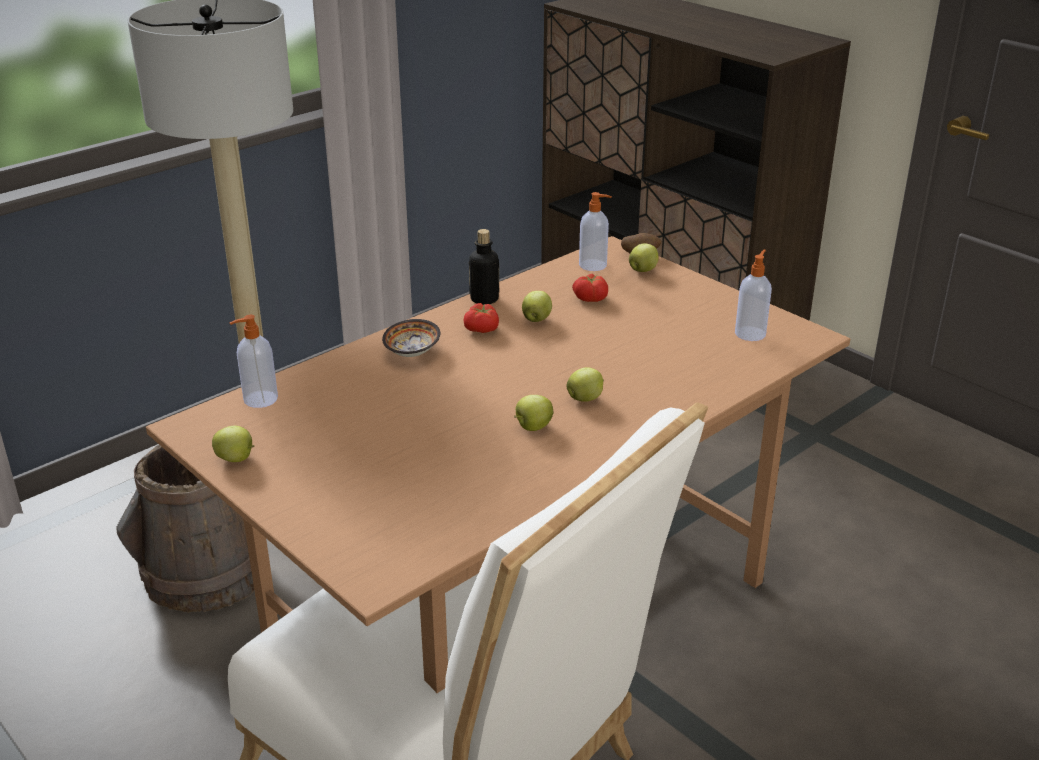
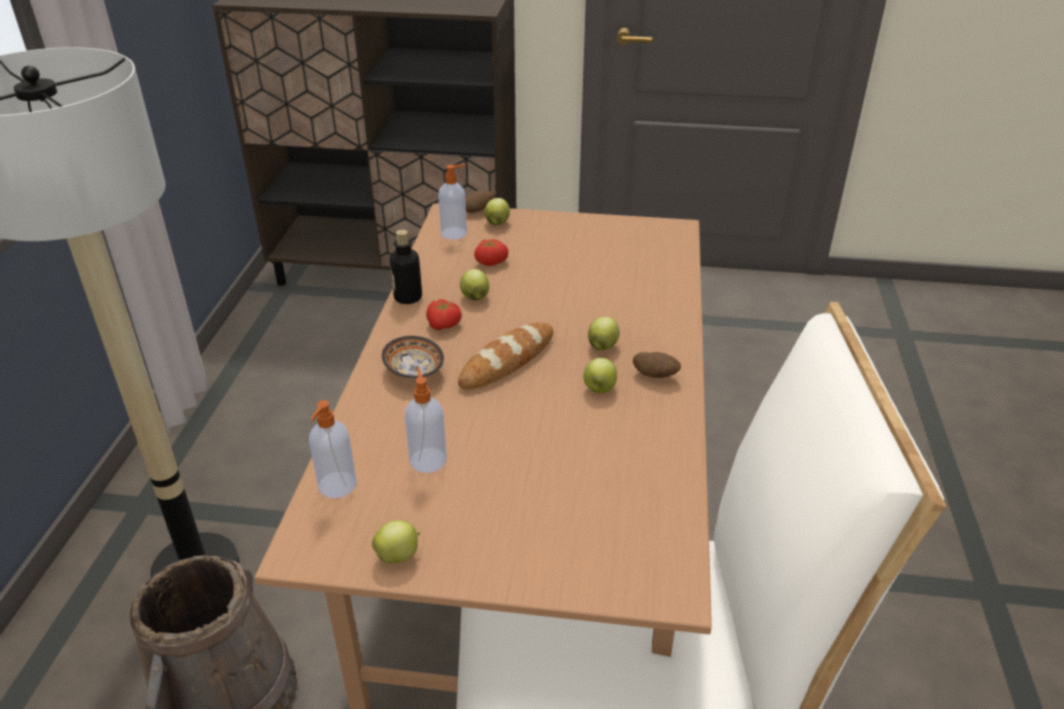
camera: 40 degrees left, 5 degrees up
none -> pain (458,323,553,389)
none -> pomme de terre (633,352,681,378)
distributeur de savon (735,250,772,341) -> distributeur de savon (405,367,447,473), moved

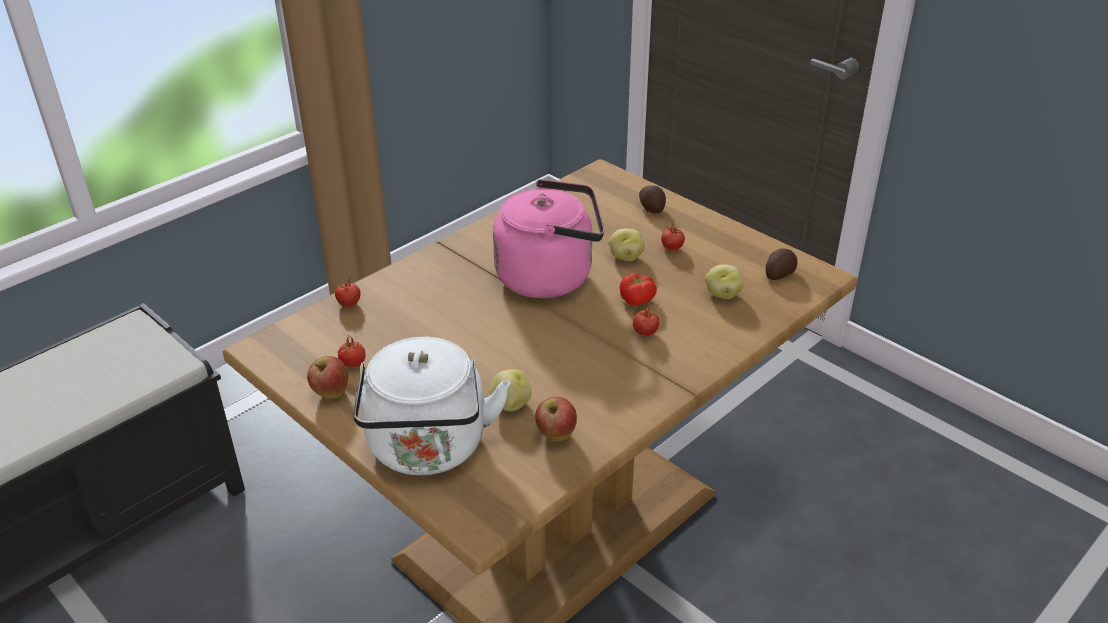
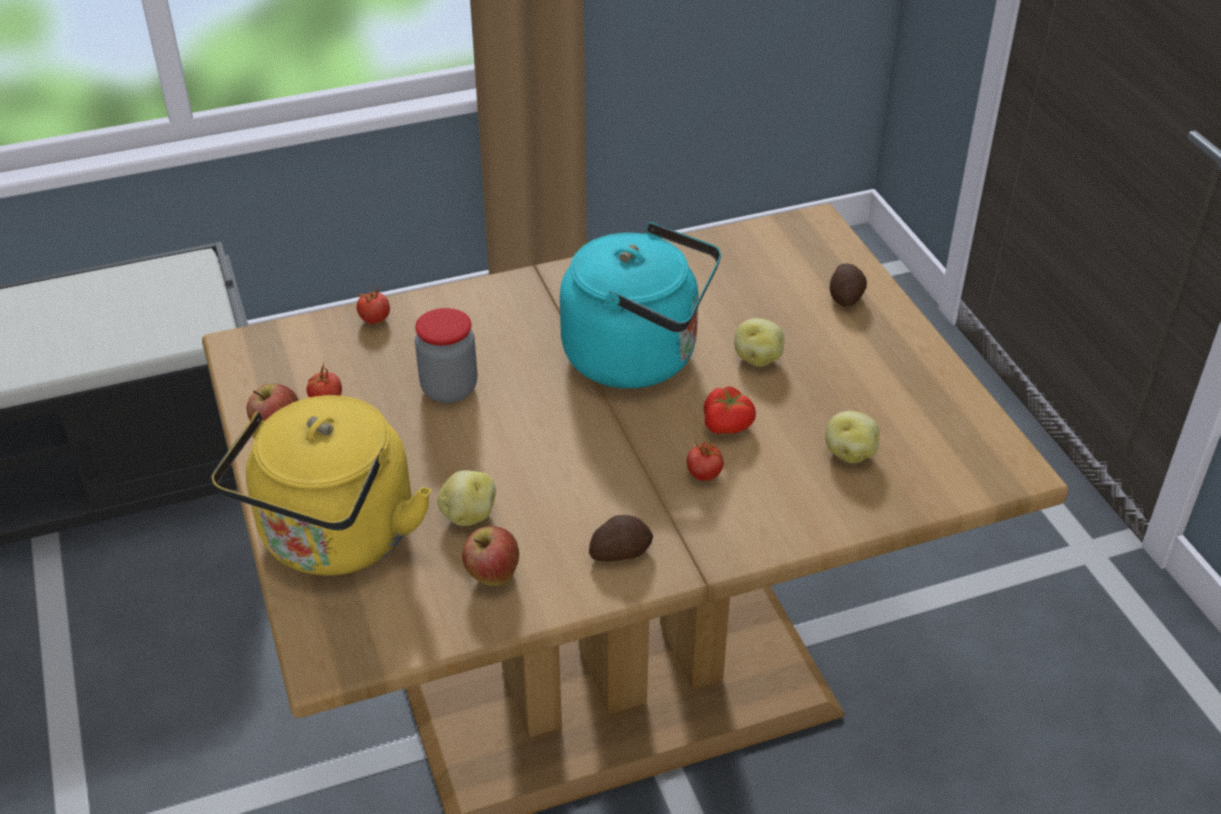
camera: 25 degrees right, 5 degrees up
tomate (661,223,685,251) -> none
none -> bocal (415,308,477,403)
pomme de terre (766,248,798,280) -> pomme de terre (589,515,653,562), moved
bouilloire/blanc (353,337,510,475) -> bouilloire/jaune (211,395,431,576)
bouilloire/rose (493,179,604,298) -> bouilloire/turquoise (560,222,721,388)

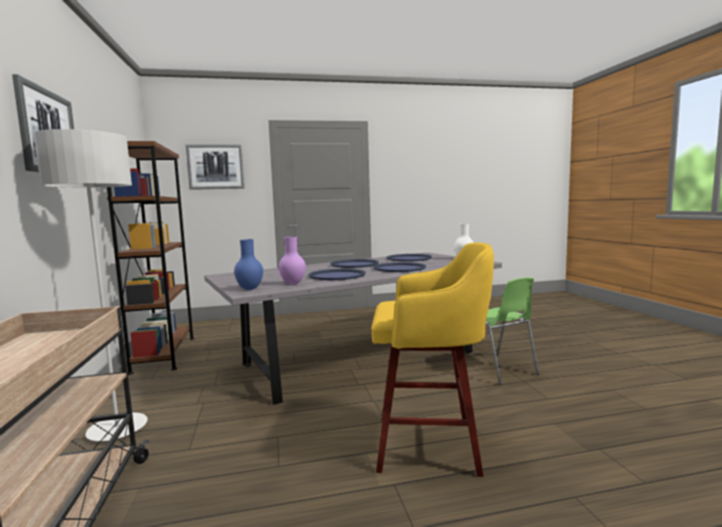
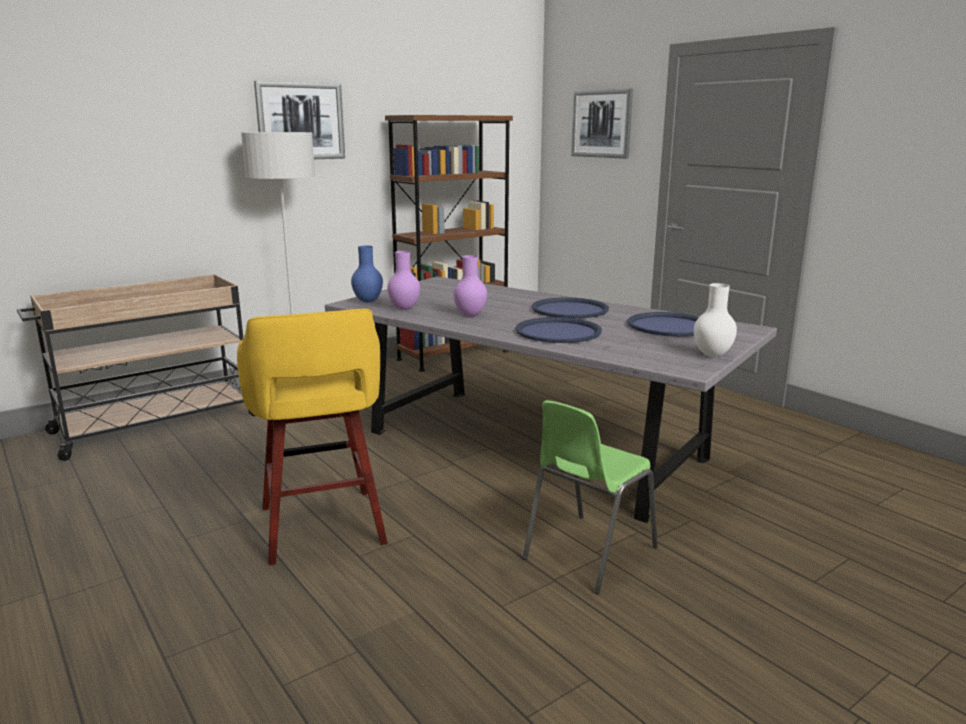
camera: 65 degrees right, 10 degrees up
plateau/bleu (308,269,366,280) -> vase/violet (453,255,487,317)

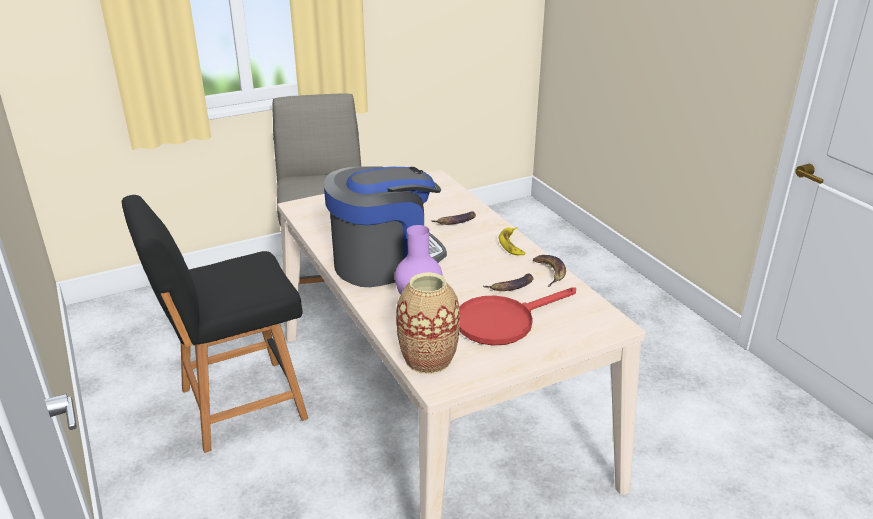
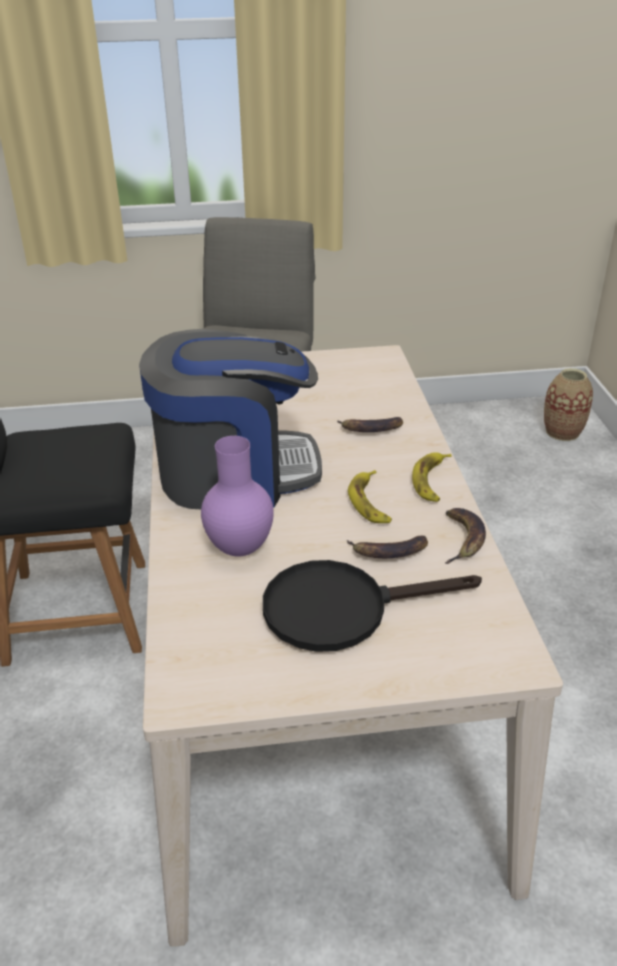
camera: 20 degrees right, 5 degrees up
none -> banane (348,470,392,523)
vase (396,272,460,374) -> vase (544,368,593,441), moved
poêle/rouge (459,288,576,345) -> poêle/noir (263,560,482,652)

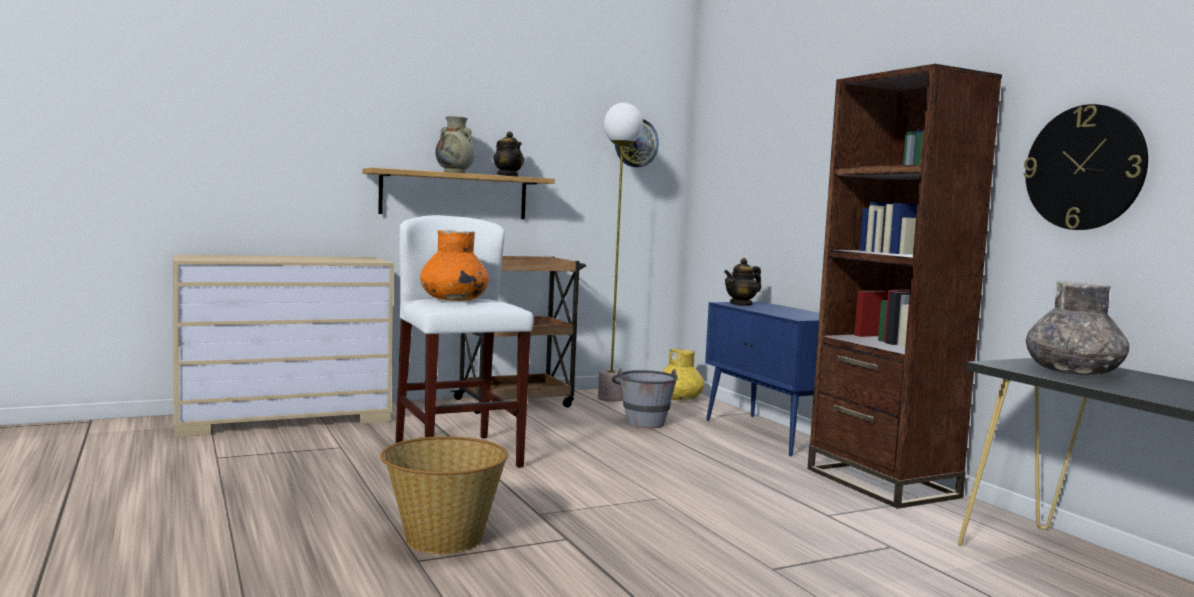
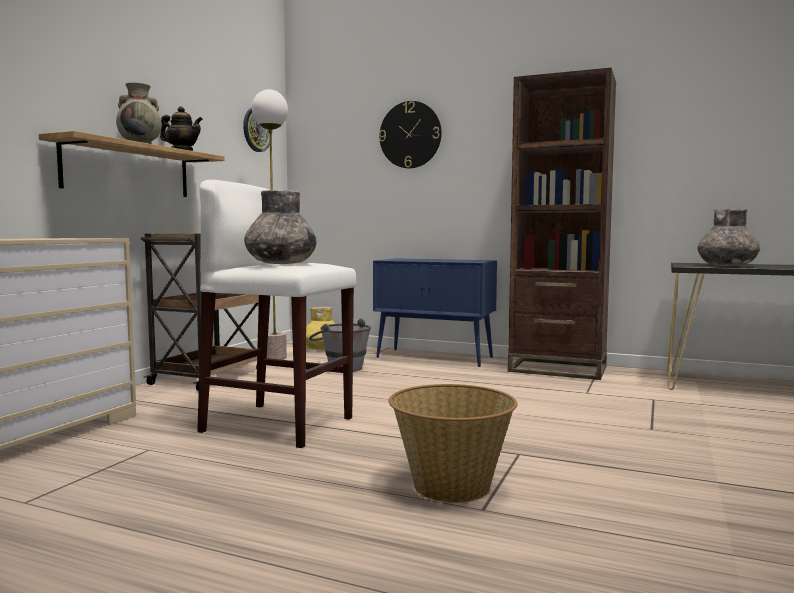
camera: 40 degrees left, 0 degrees up
théière (724,258,761,306) -> none
horloge murale (1024,104,1148,230) -> horloge murale (379,101,442,168), moved
vase/orange (420,230,489,301) -> vase/gris (244,190,317,264)

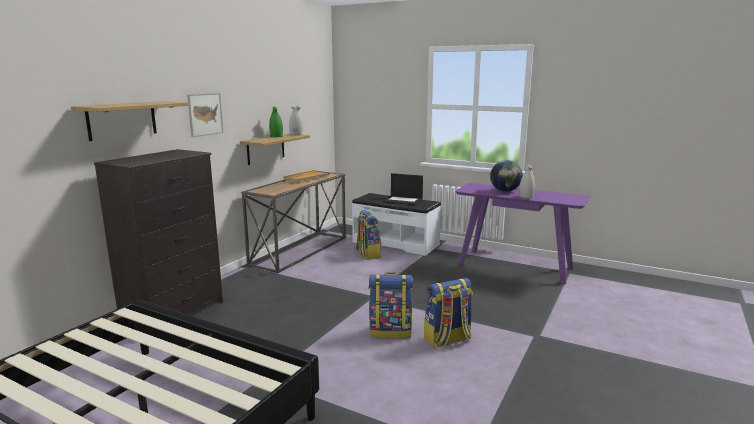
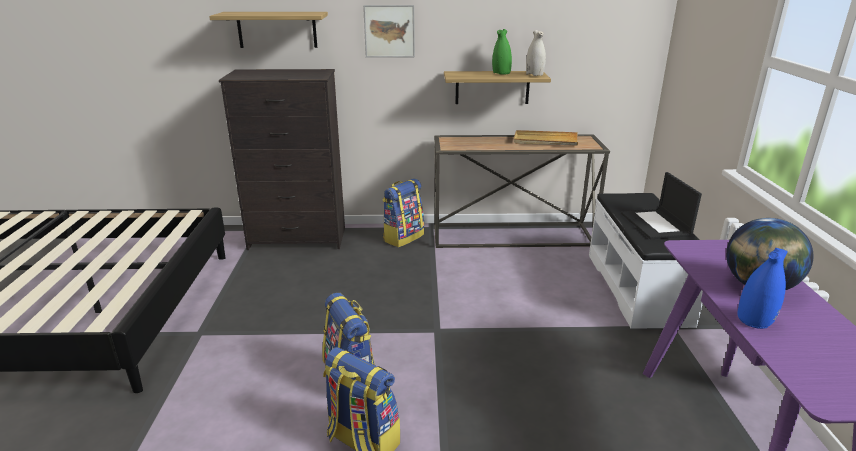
camera: 60 degrees right, 10 degrees up
sac à dos (355,210,381,260) -> sac à dos (382,178,424,247), moved
vase/blanc (520,165,535,199) -> vase/bleu (737,248,788,329)

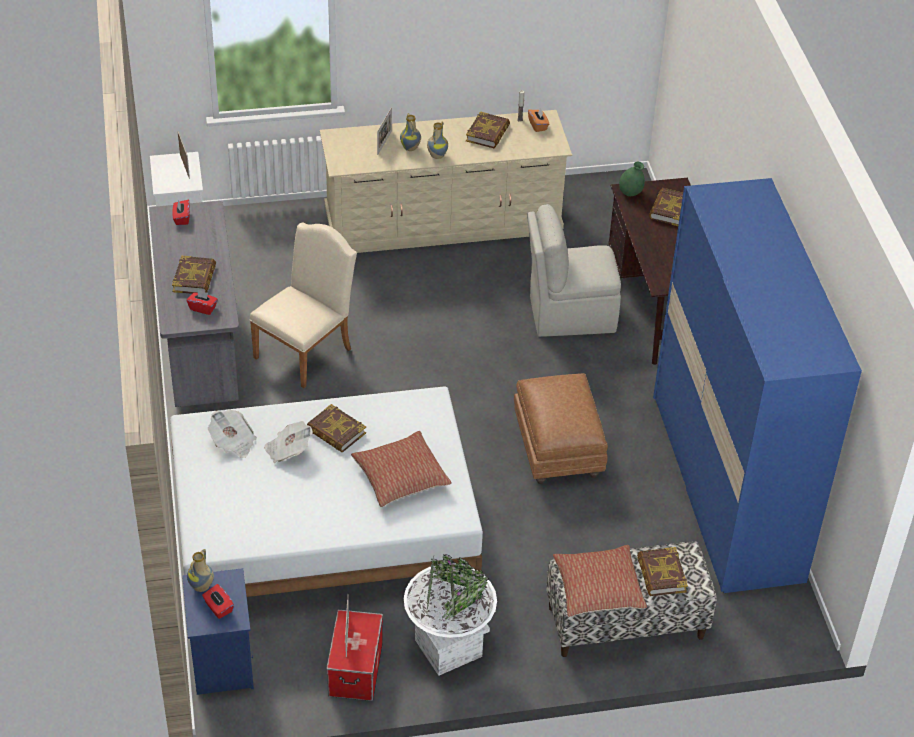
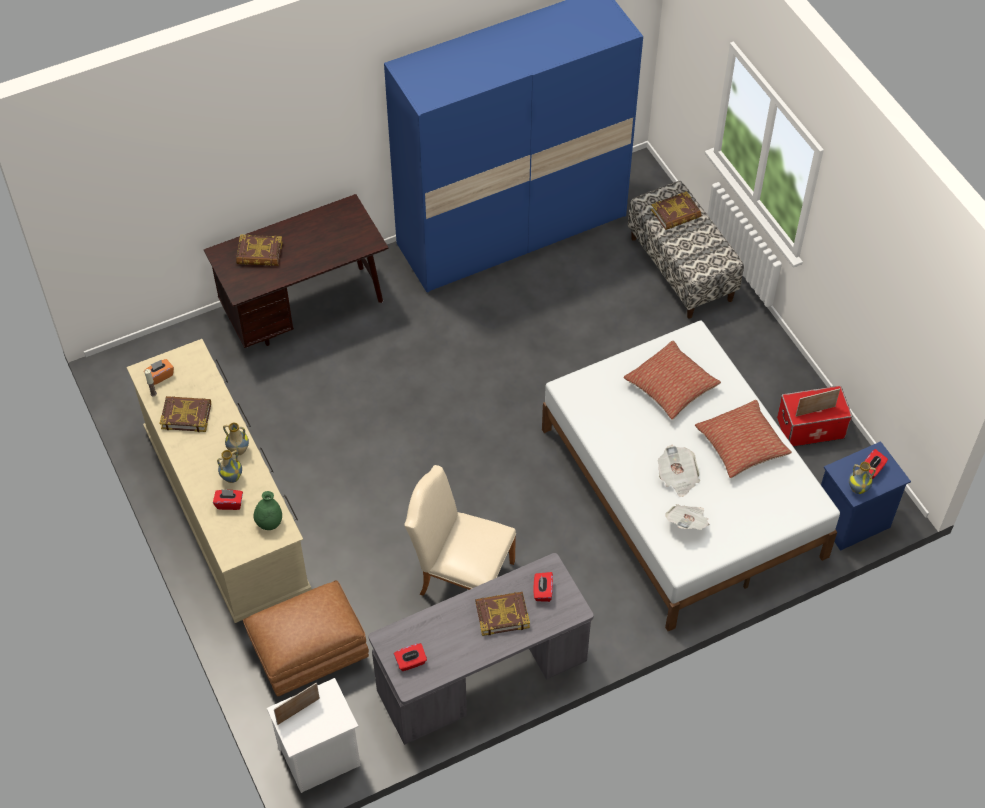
camera: 105 degrees left, 10 degrees up
livre (307,404,366,453) -> none
cache-pot/blanc (404,554,497,676) -> none
chaise/beige (527,204,621,337) -> none
pouf/marron (514,373,608,484) -> pouf/marron (243,580,369,697), moved
coussin (553,545,647,617) -> coussin (695,400,792,478), moved
vase/vert (619,161,645,196) -> vase/vert (253,491,282,530), moved
cadre photo (377,108,392,155) -> boîte à mouchoirs/rouge (213,489,243,510)

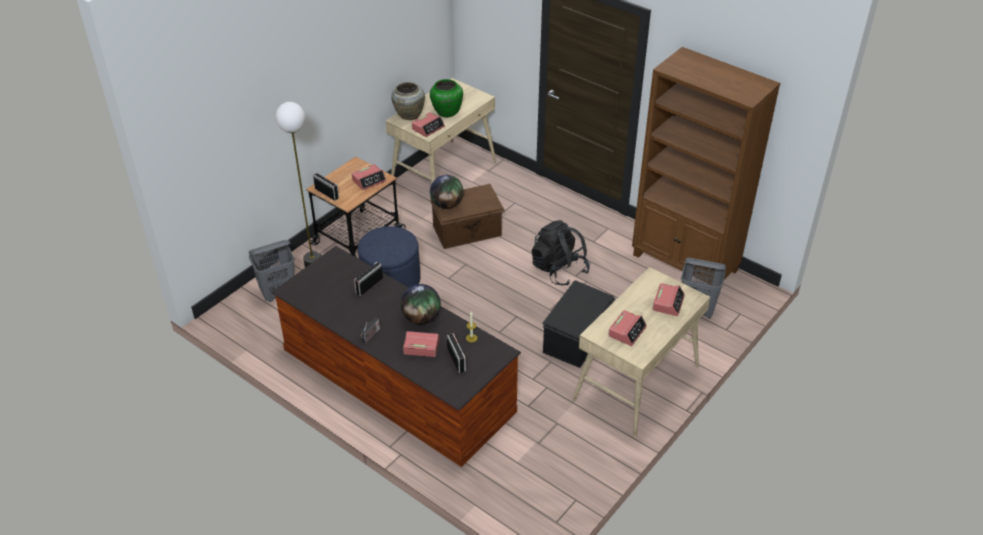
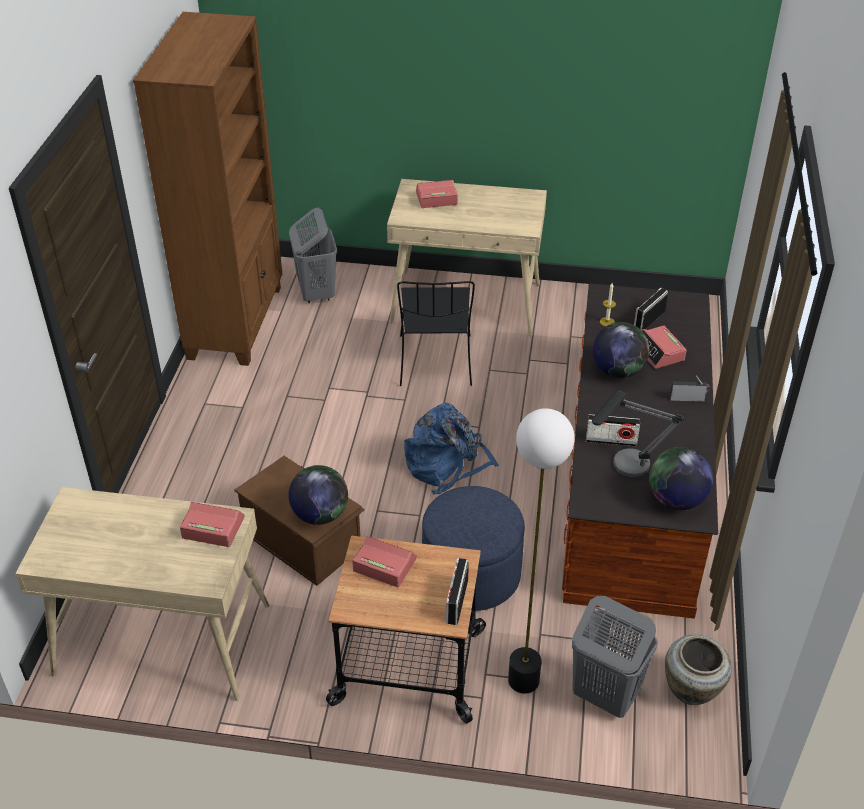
camera: 120 degrees left, 0 degrees up
vase/vert (430,79,463,118) -> none
sac à dos/noir (532,220,590,286) -> none
réveil (608,310,647,346) -> none
none -> sac à dos/bleu (404,403,499,495)
none -> lampe de table (592,391,684,477)
none -> globe (649,447,713,510)
vase/beige (391,82,425,120) -> vase/beige (665,634,732,705), moved
boîte de rangement/noir (542,280,616,368) -> chaise/noir (397,281,475,386)

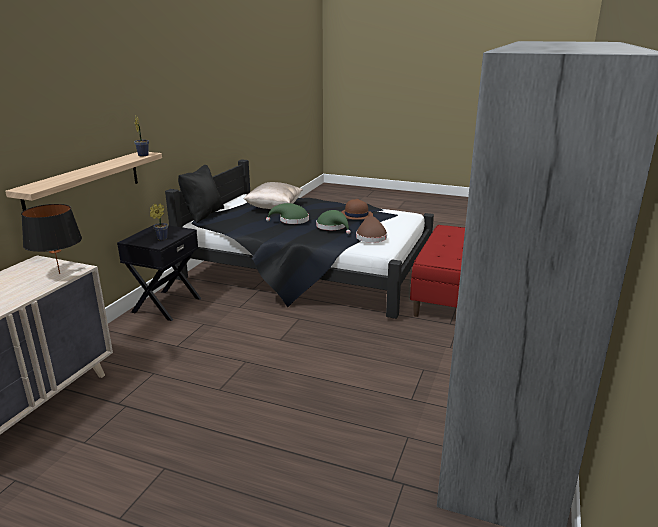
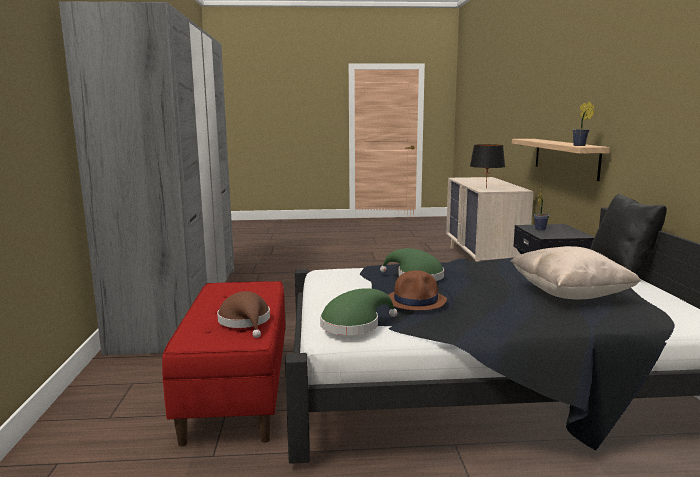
camera: 155 degrees right, 10 degrees down
chapeau/vert (266,203,309,224) -> chapeau/vert (320,288,398,335), moved
chapeau/marron (356,216,387,243) -> chapeau/marron (217,291,270,338), moved

